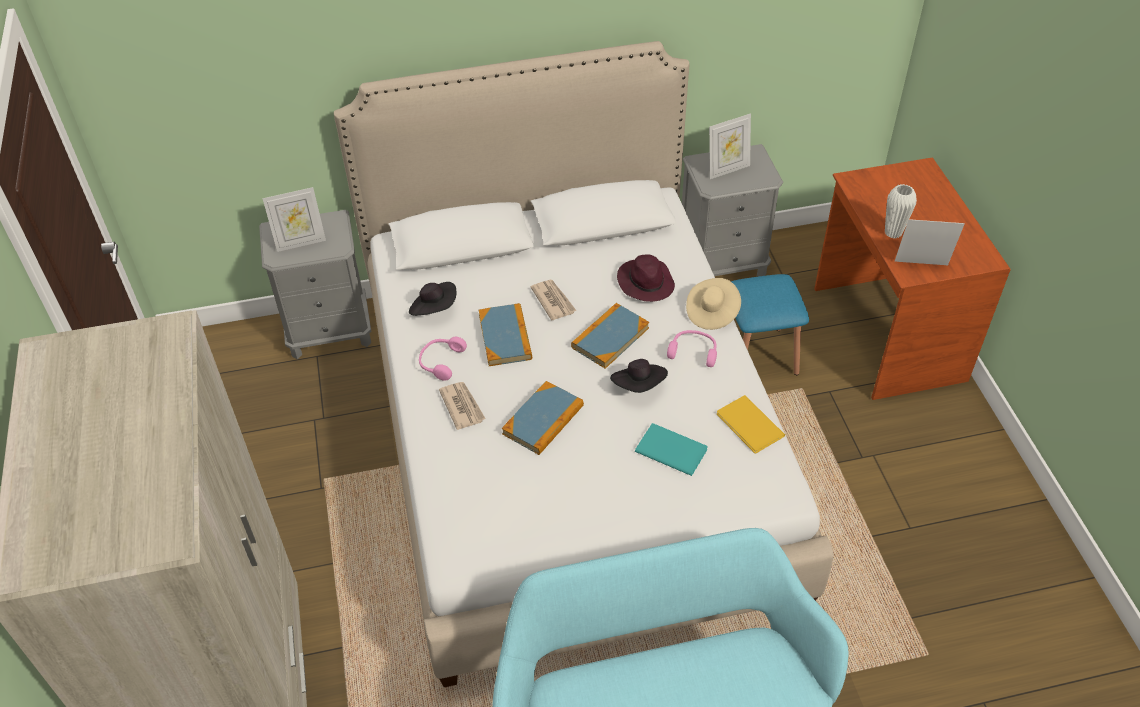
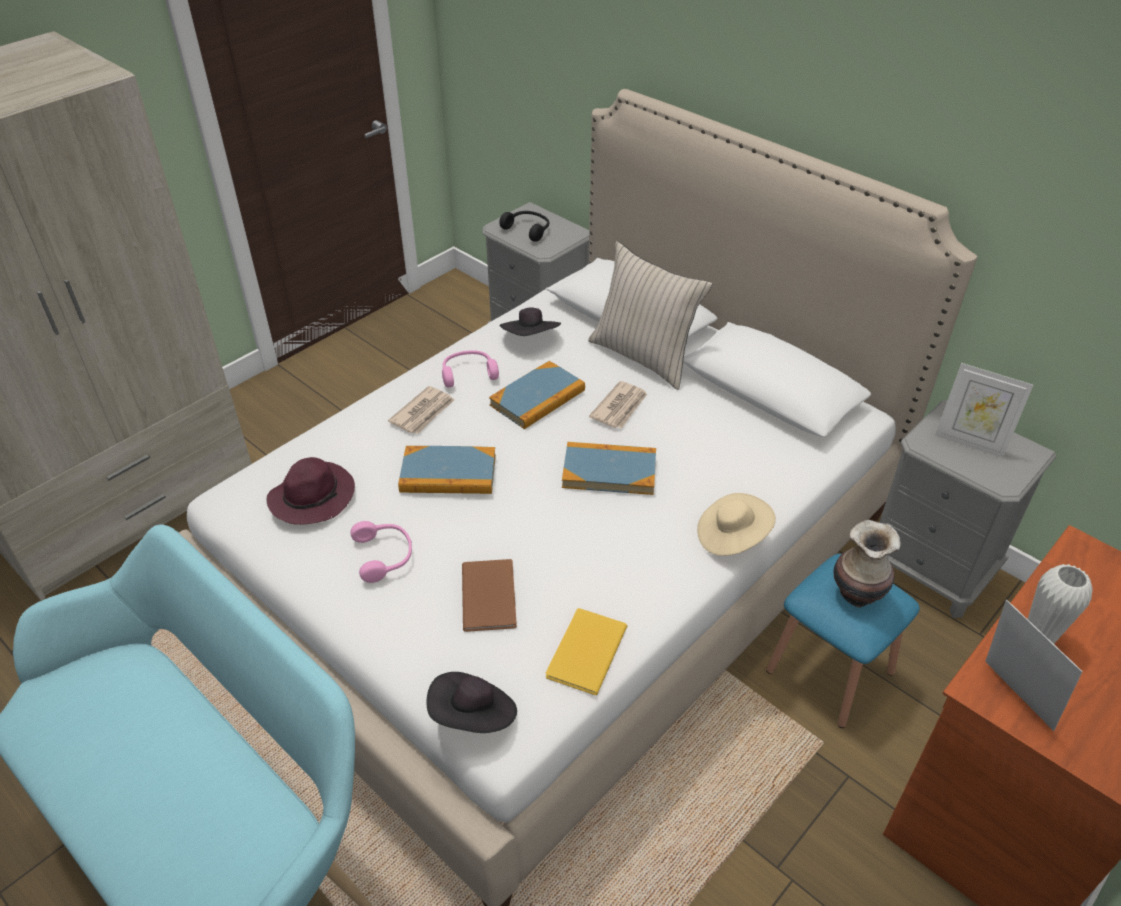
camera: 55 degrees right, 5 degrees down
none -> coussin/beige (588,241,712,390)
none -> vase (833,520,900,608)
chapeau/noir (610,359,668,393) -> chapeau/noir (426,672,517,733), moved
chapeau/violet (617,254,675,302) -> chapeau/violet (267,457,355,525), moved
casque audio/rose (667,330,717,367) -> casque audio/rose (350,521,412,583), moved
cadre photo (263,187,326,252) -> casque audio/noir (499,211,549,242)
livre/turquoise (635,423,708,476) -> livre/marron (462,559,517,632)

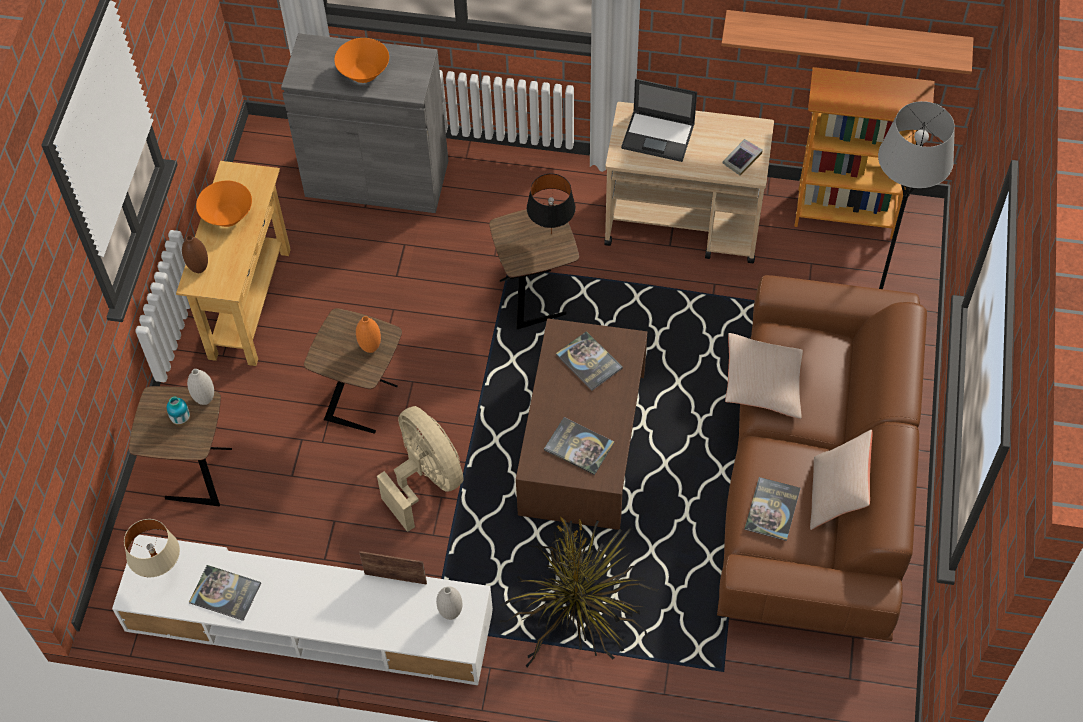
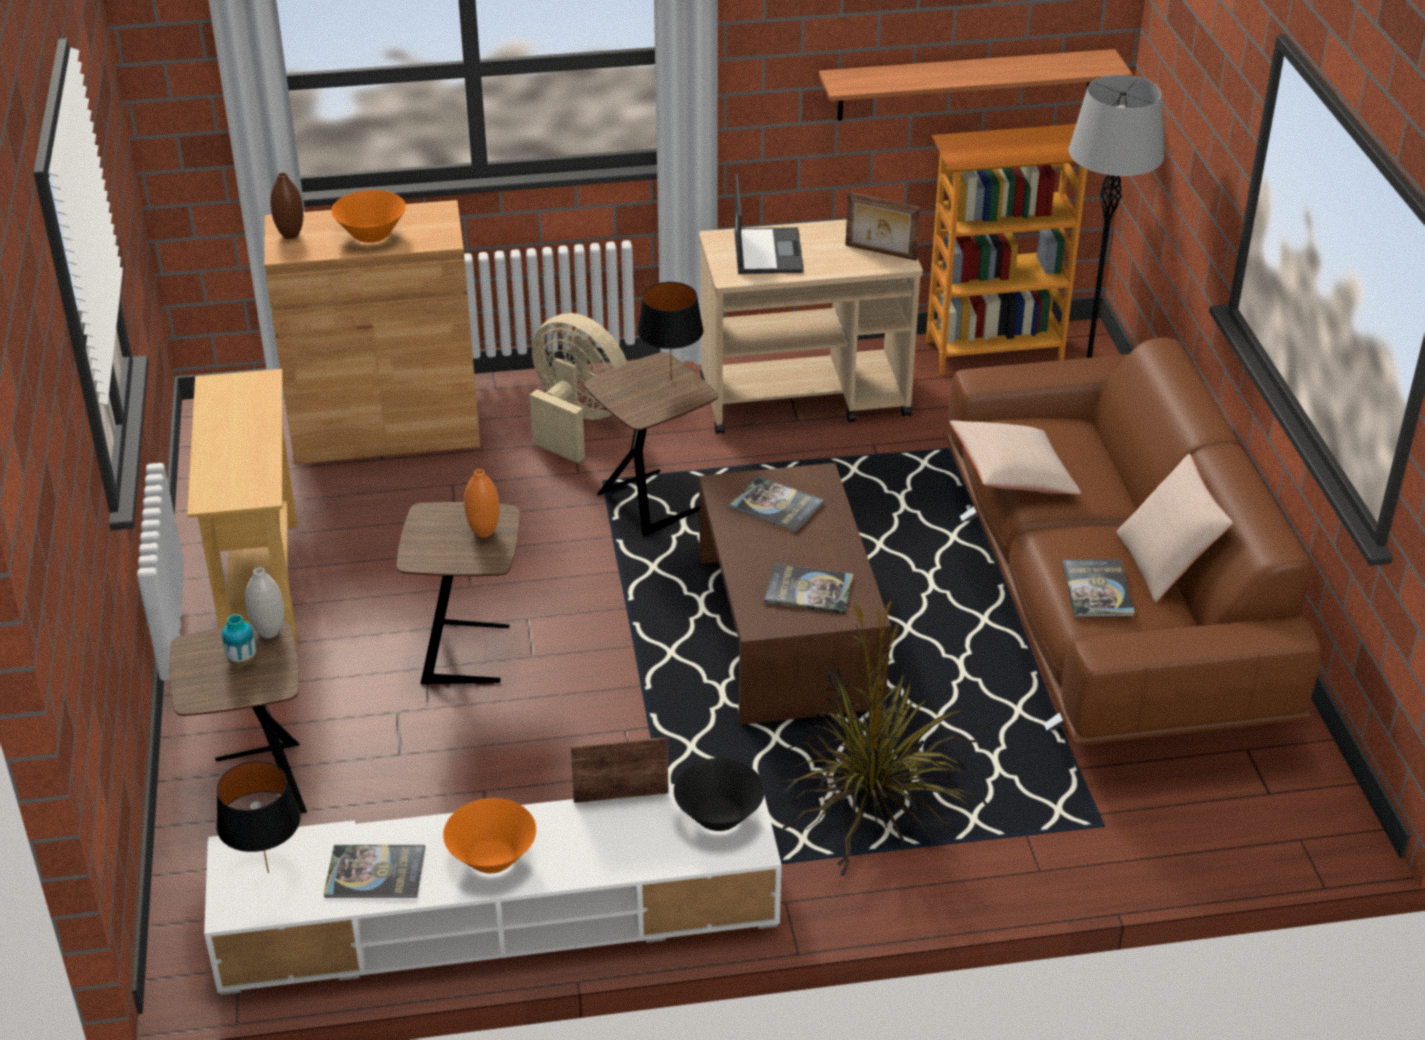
camera: 20 degrees left, 20 degrees down
vase/marron (182,235,208,273) -> vase/marron (270,173,303,239), moved
bol/orange (196,181,252,227) -> bol/orange (443,798,536,873), moved
ventilateur/beige (377,406,464,532) -> ventilateur/beige (530,313,628,463), moved
vase/blanc (436,586,462,620) -> bol/noir (674,758,765,831)
livre (723,139,763,176) -> cadre photo (845,192,921,261)
lampe de table/beige (124,519,180,577) -> lampe de table/noir (216,761,301,873)
meuble de rangement/gris (281,33,448,213) -> meuble de rangement/marron (264,200,480,464)
ordinateur portable (621,79,697,162) -> ordinateur portable (735,174,804,274), 90 degrees counterclockwise

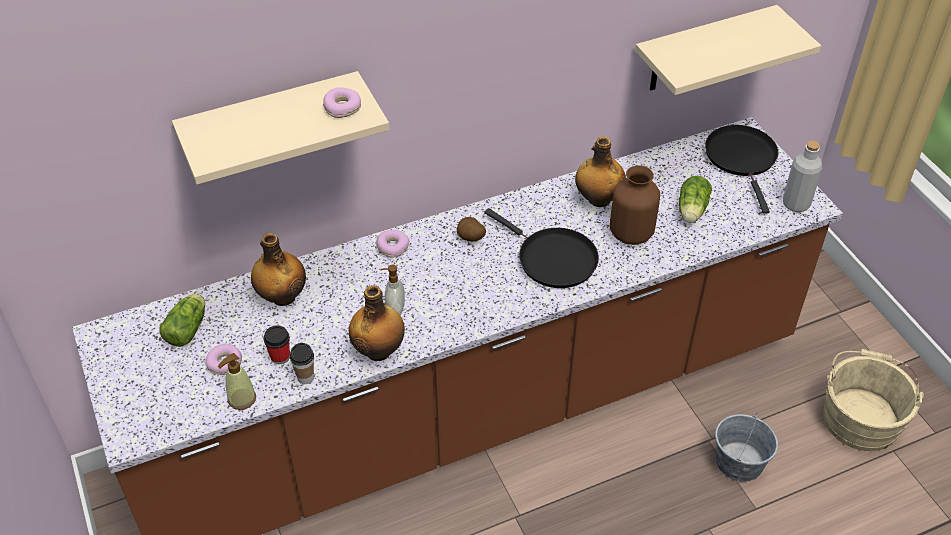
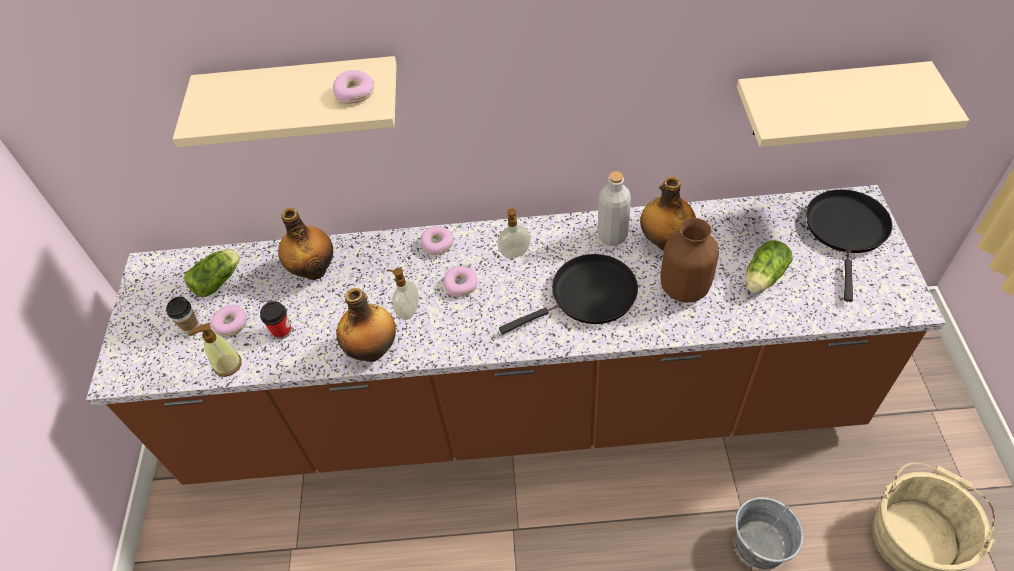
camera: 25 degrees right, 5 degrees up
none -> beignet (443,266,478,297)
tasse (290,343,314,384) -> tasse (166,296,200,336), moved
bouteille/gris (783,141,822,212) -> bouteille/gris (598,171,631,246), moved
pomme de terre (457,217,486,242) -> distributeur de savon (498,208,531,259)
poêle/noir (484,208,599,288) -> poêle/noir (499,254,638,334), 90 degrees counterclockwise

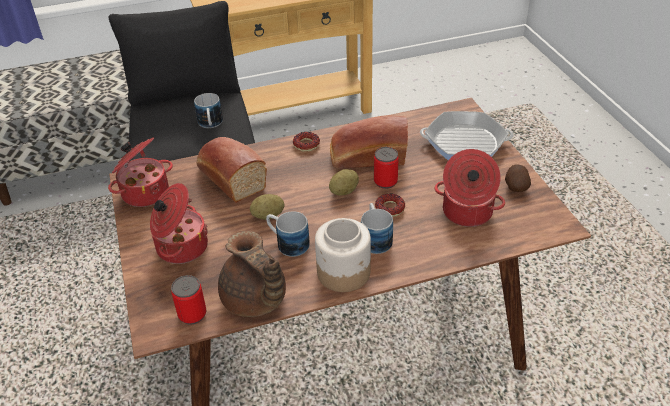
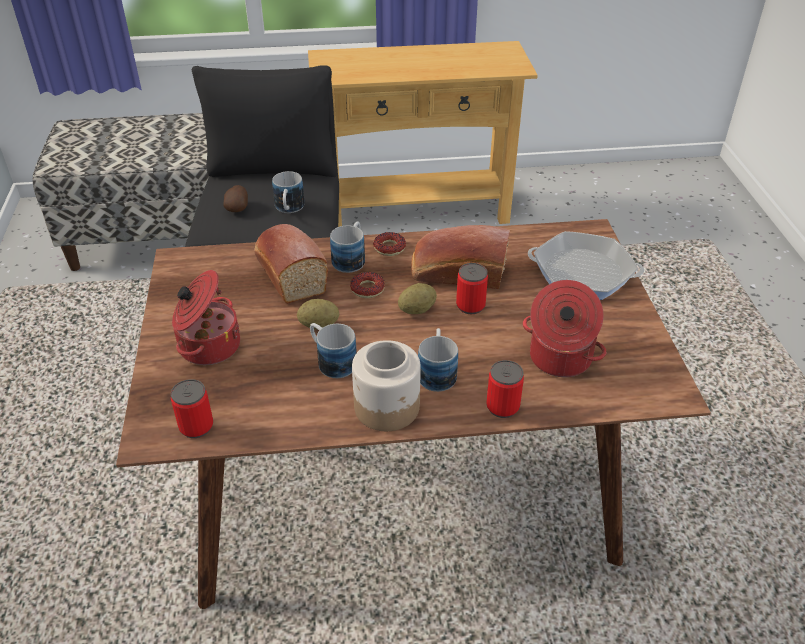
camera: 10 degrees right, 0 degrees up
marmite (108,137,173,207) -> none
théière/marron (218,231,286,317) -> none
none -> mug (330,222,365,273)
none -> boîte métallique (486,360,524,418)
beignet (375,193,405,217) -> beignet (350,272,385,298), moved
pomme de terre (505,164,531,192) -> pomme de terre (223,185,248,212), moved

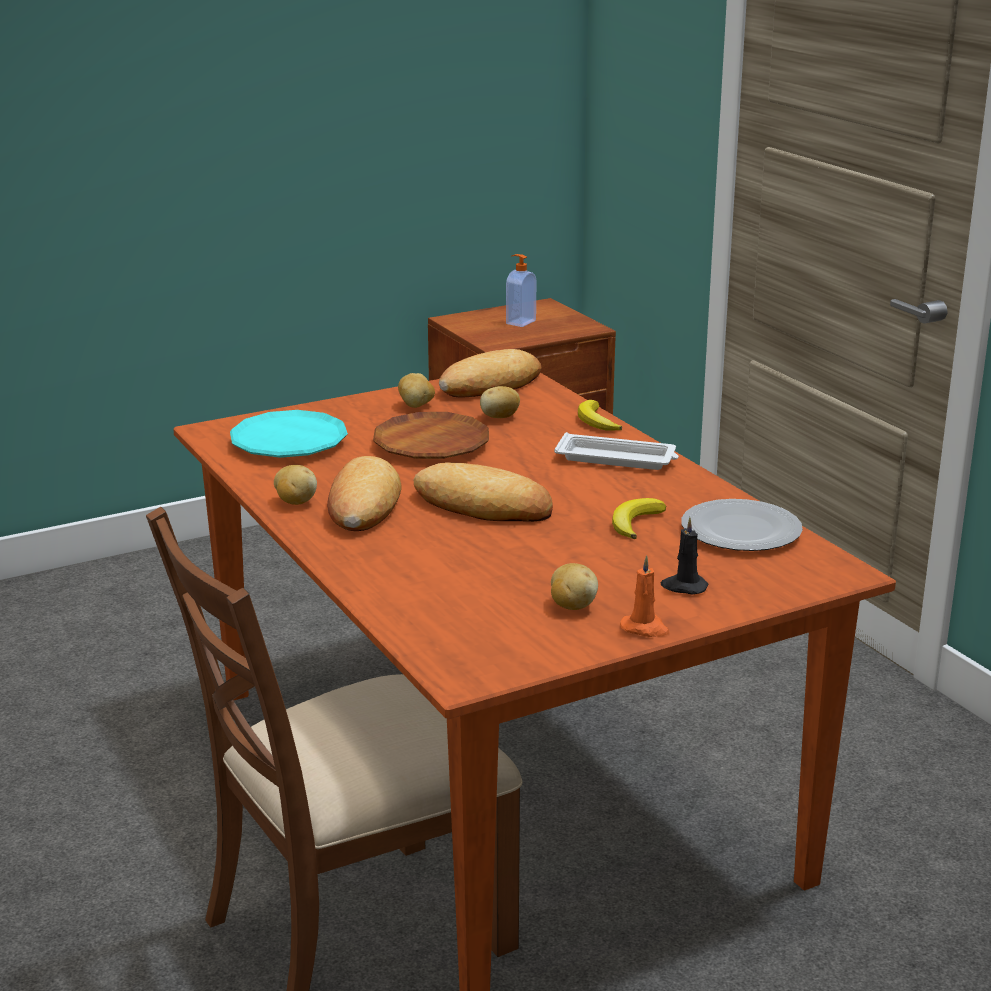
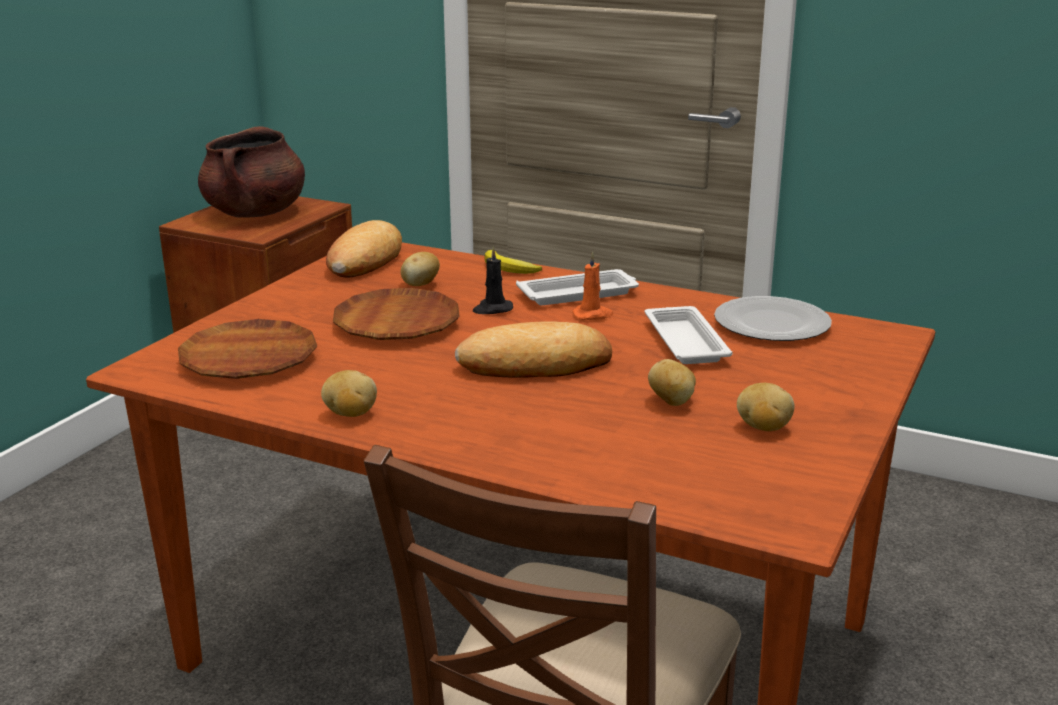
camera: 35 degrees left, 0 degrees up
pain (327,456,402,531) -> none
pomme de terre (398,373,435,408) -> pomme de terre (648,359,696,406), moved
bougie/orange (620,555,669,637) -> bougie/orange (572,251,613,320), moved
bougie/noir (661,517,708,594) -> bougie/noir (473,246,513,314), moved
distributeur de savon (506,254,536,327) -> marmite/marron (198,126,305,218)
banane (612,498,666,539) -> plateau/blanc (645,306,733,364)
assiette/turquoise (230,410,348,458) -> assiette/marron (178,319,317,379)

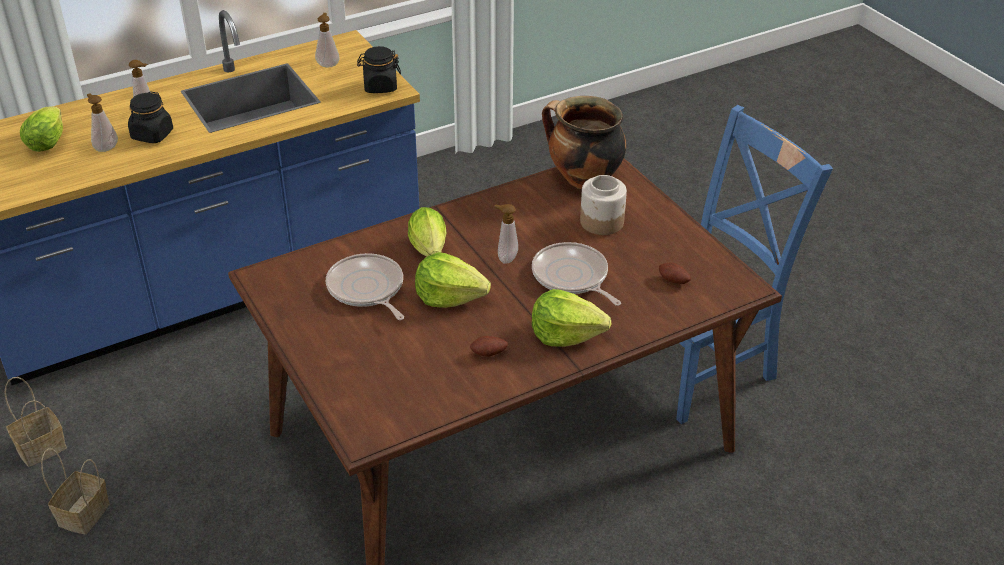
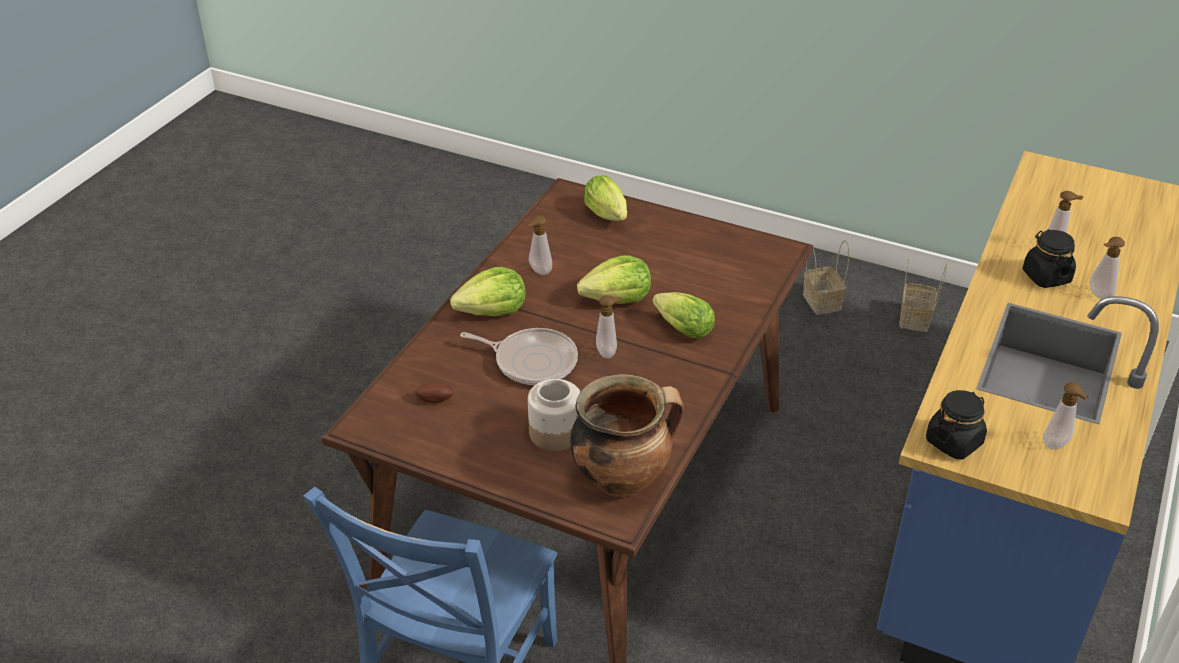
camera: 145 degrees right, 0 degrees up
poêle (326,253,404,320) -> none
laitue (20,106,63,152) -> laitue (584,175,627,221), moved
pomme de terre (470,336,508,357) -> distributeur de savon (528,215,552,275)

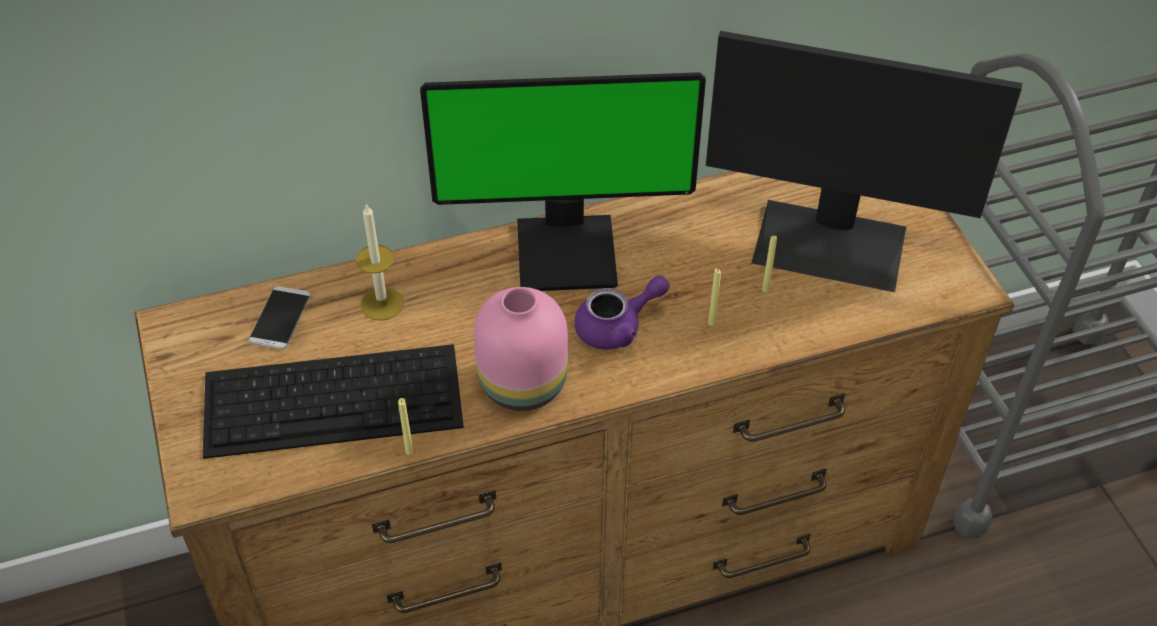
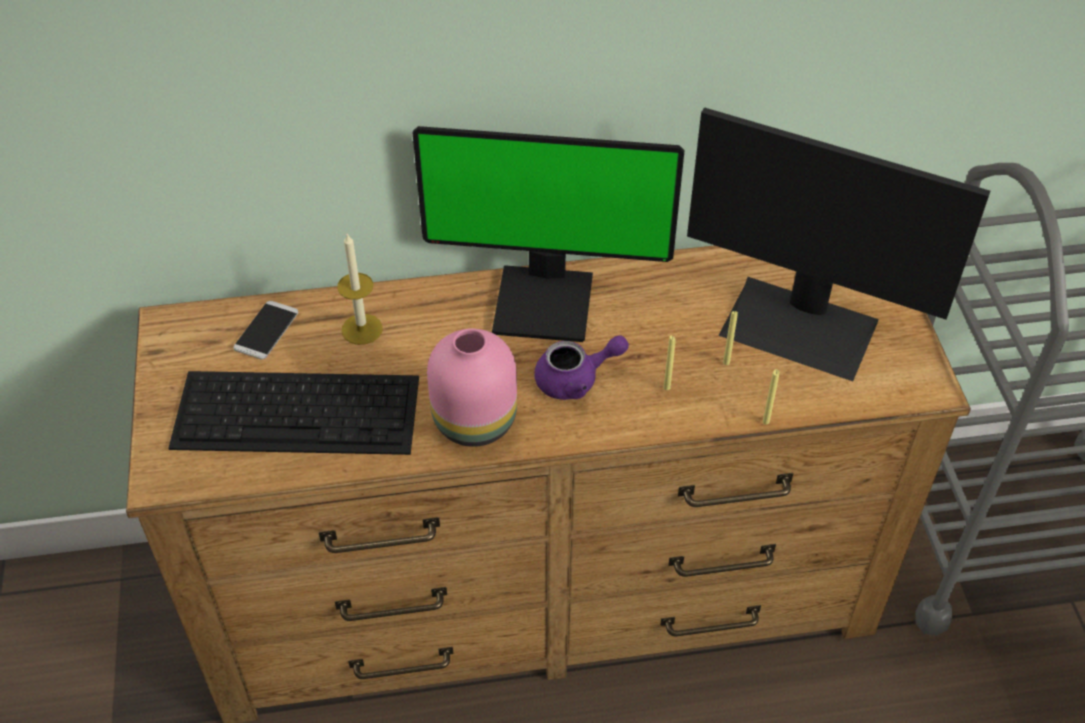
camera: 10 degrees right, 0 degrees up
bougie/jaune (398,398,413,455) -> bougie/jaune (763,369,780,424), moved

